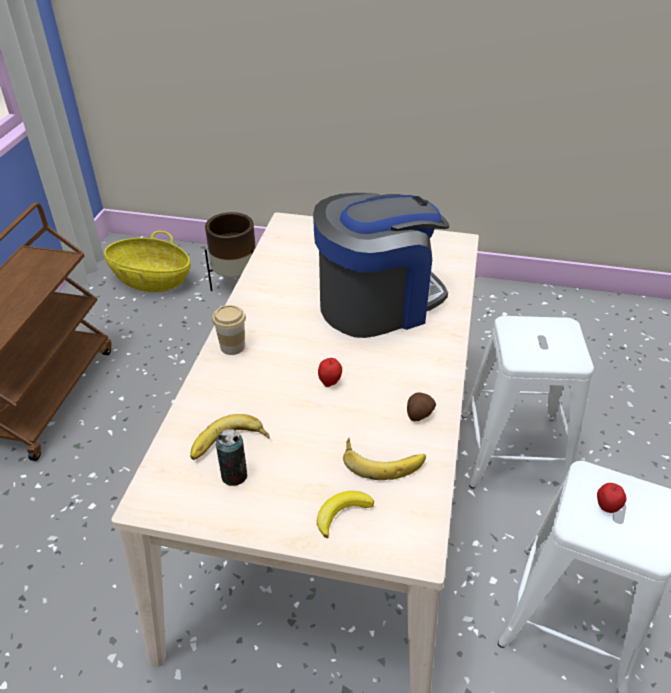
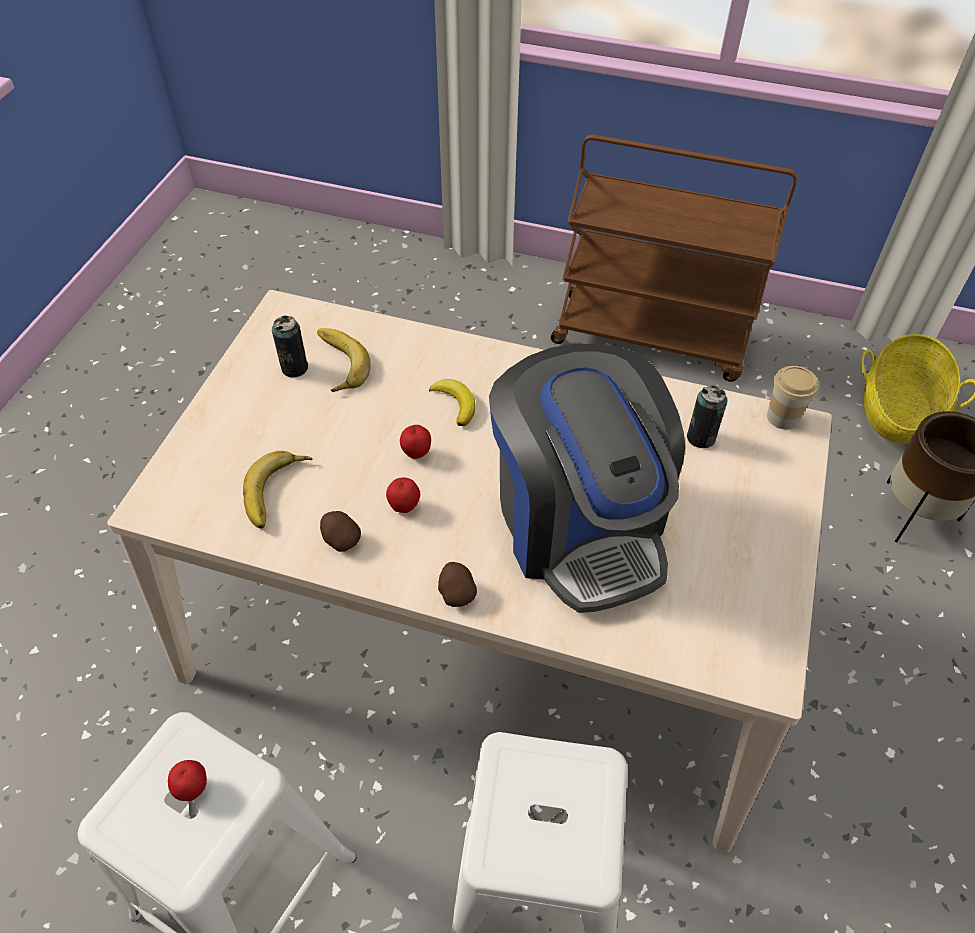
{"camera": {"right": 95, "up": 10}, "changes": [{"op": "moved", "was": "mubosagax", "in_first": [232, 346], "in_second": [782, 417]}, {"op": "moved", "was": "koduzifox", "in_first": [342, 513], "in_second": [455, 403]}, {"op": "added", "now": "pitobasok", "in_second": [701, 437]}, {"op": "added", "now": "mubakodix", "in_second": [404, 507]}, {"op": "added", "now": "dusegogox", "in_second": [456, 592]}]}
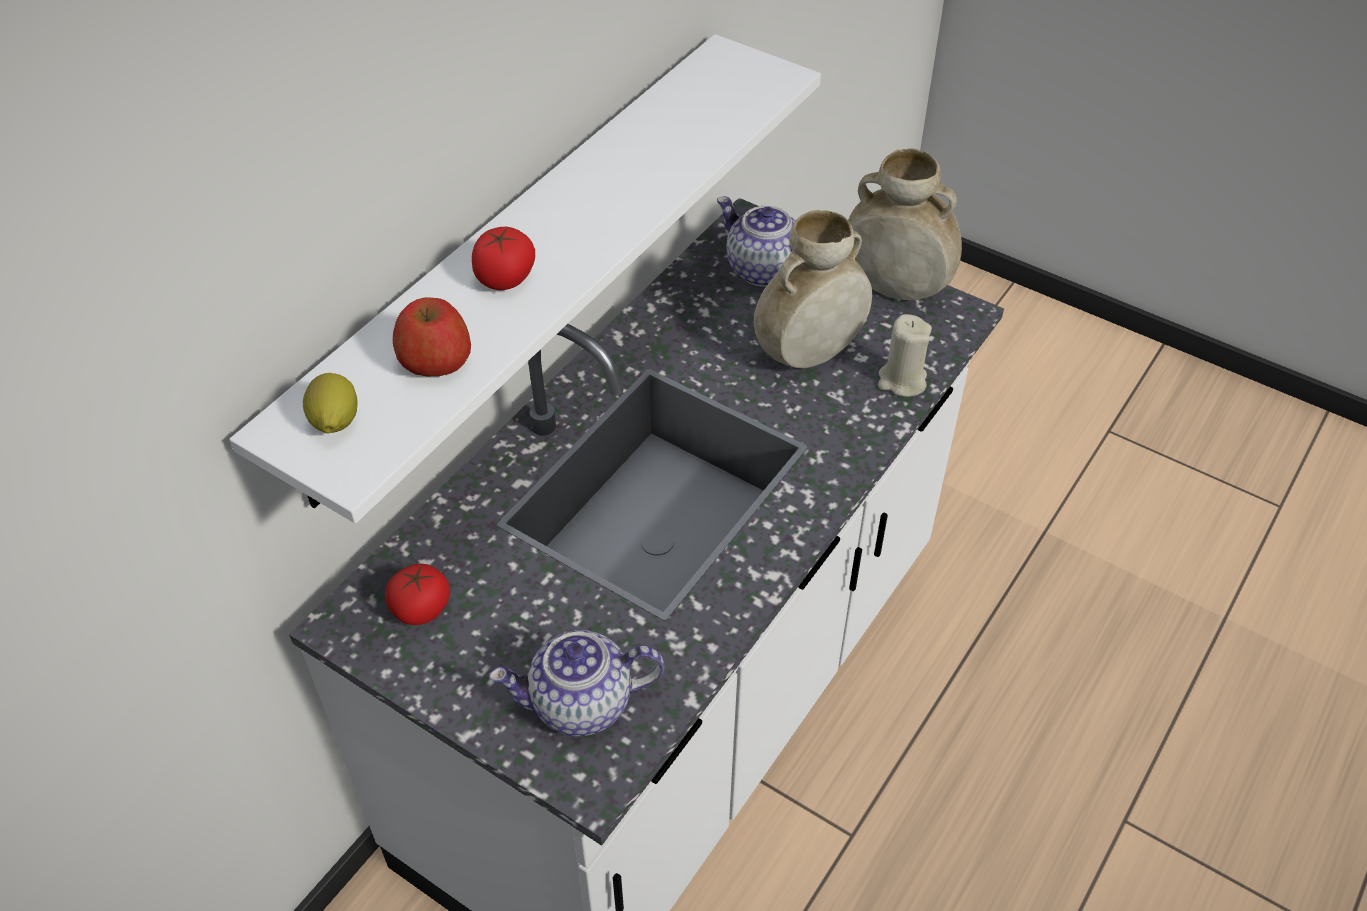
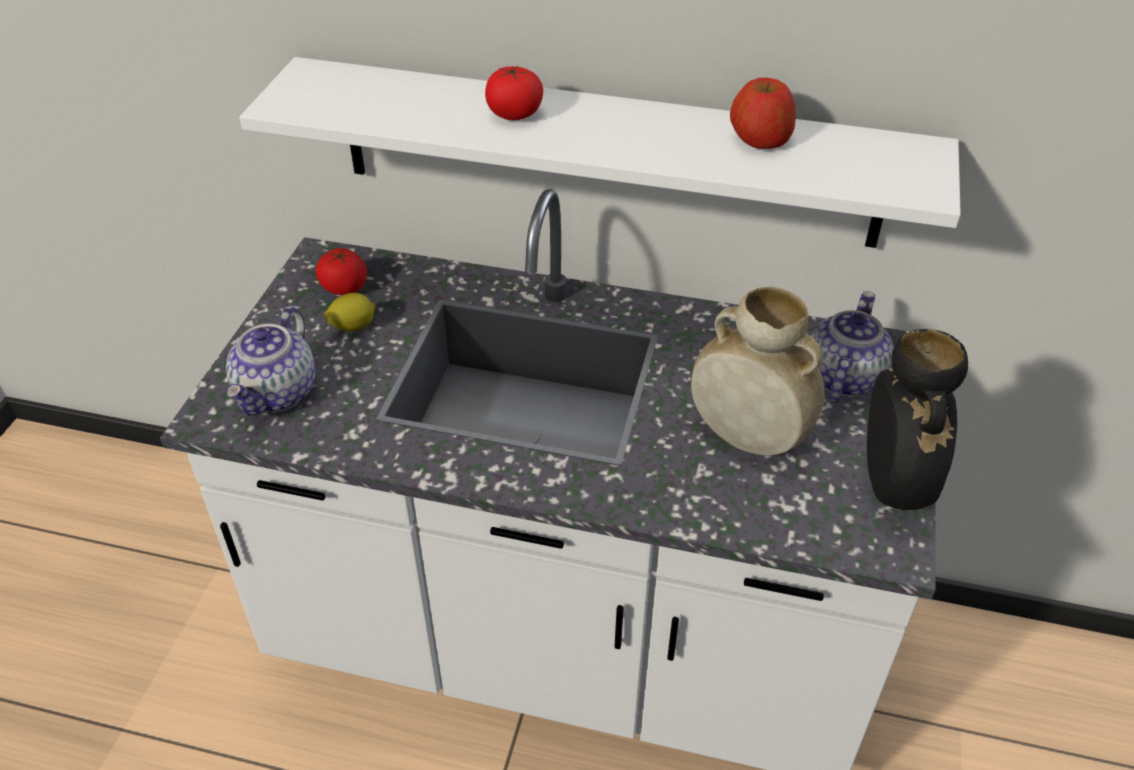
{"camera": {"right": 70, "up": -5}, "changes": [{"op": "recoloured", "was": "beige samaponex", "now": "black samaponex", "in_first": [895, 288], "in_second": [893, 484]}, {"op": "moved", "was": "mubakodix", "in_first": [435, 361], "in_second": [760, 138]}, {"op": "removed", "was": "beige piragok", "in_first": [902, 381]}, {"op": "moved", "was": "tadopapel", "in_first": [334, 422], "in_second": [352, 327]}, {"op": "turned", "was": "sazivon", "in_first": [580, 705], "in_second": [278, 393], "clockwise": -135}]}
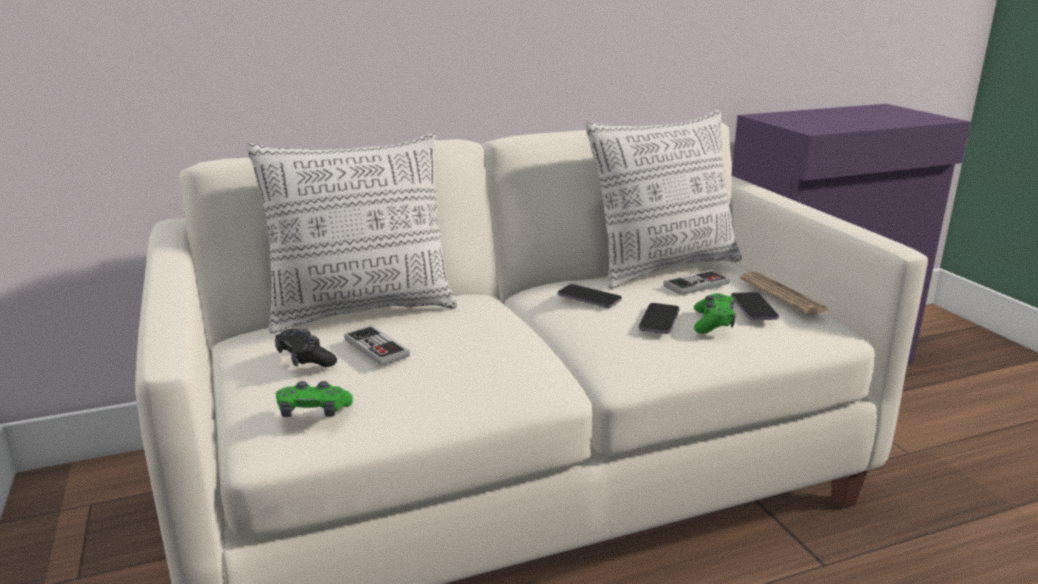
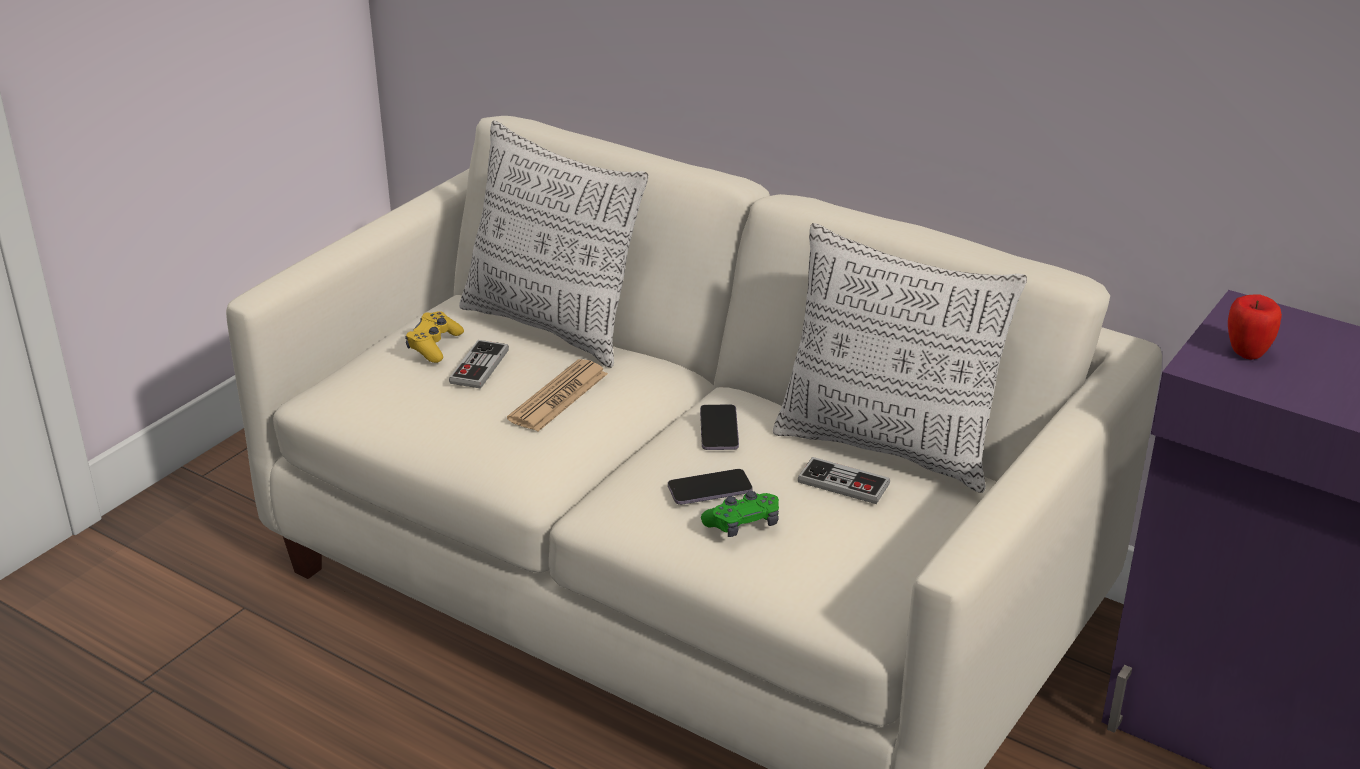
{"camera": {"right": 55, "up": 10}, "changes": [{"op": "moved", "was": "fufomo", "in_first": [782, 294], "in_second": [558, 397]}, {"op": "removed", "was": "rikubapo", "in_first": [753, 308]}, {"op": "recoloured", "was": "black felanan", "now": "yellow felanan", "in_first": [305, 359], "in_second": [434, 345]}, {"op": "removed", "was": "green felanan", "in_first": [313, 411]}, {"op": "added", "now": "mubakodix", "in_second": [1246, 353]}]}
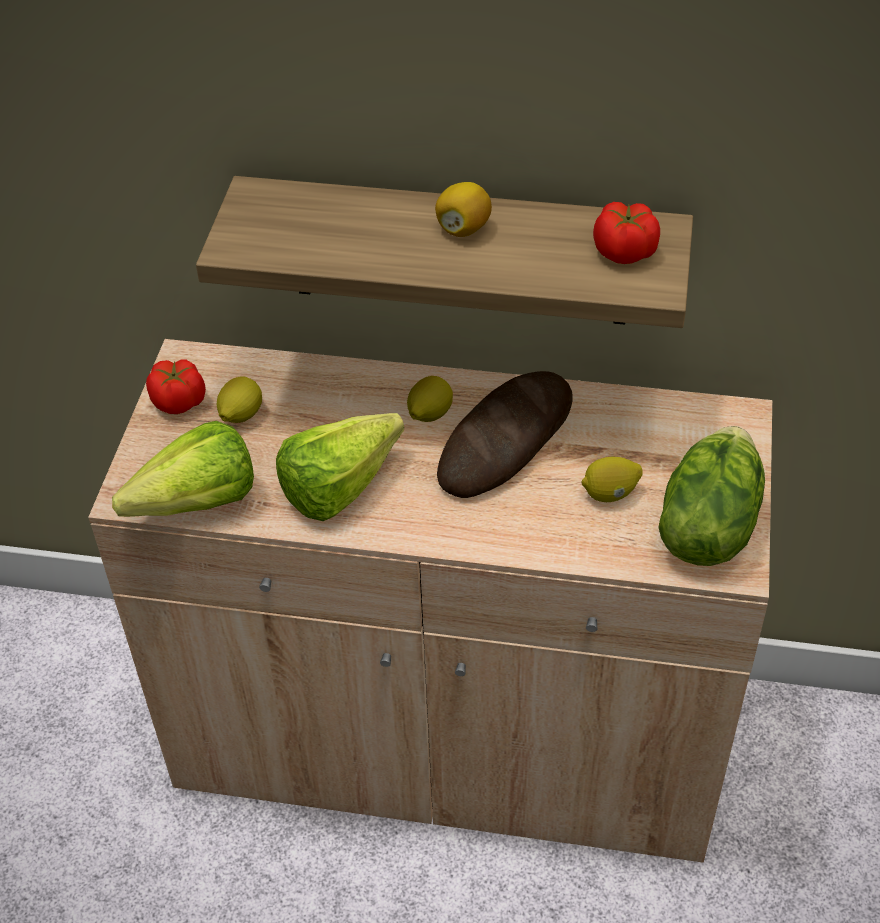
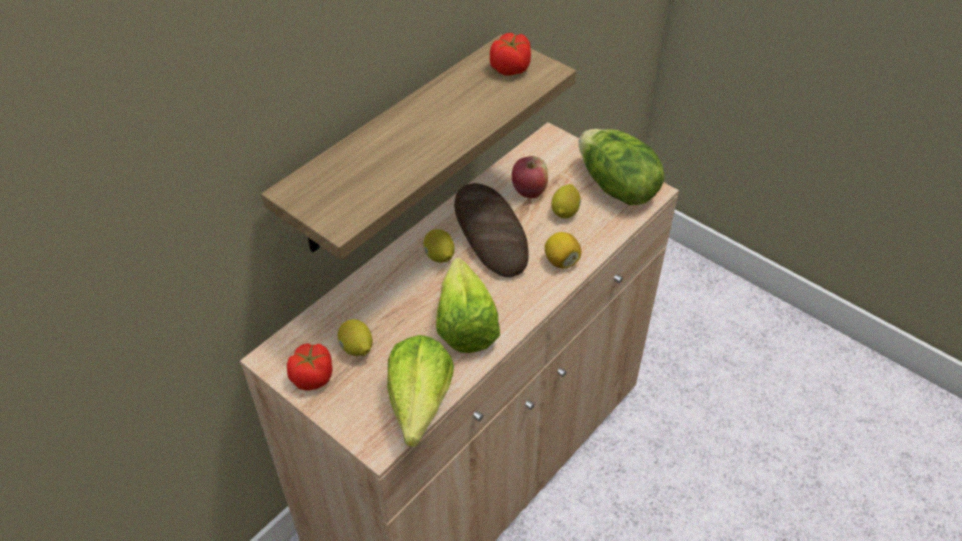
{"camera": {"right": -60, "up": 0}, "changes": [{"op": "moved", "was": "tadopapel", "in_first": [463, 228], "in_second": [561, 261]}, {"op": "added", "now": "mubakodix", "in_second": [529, 191]}]}
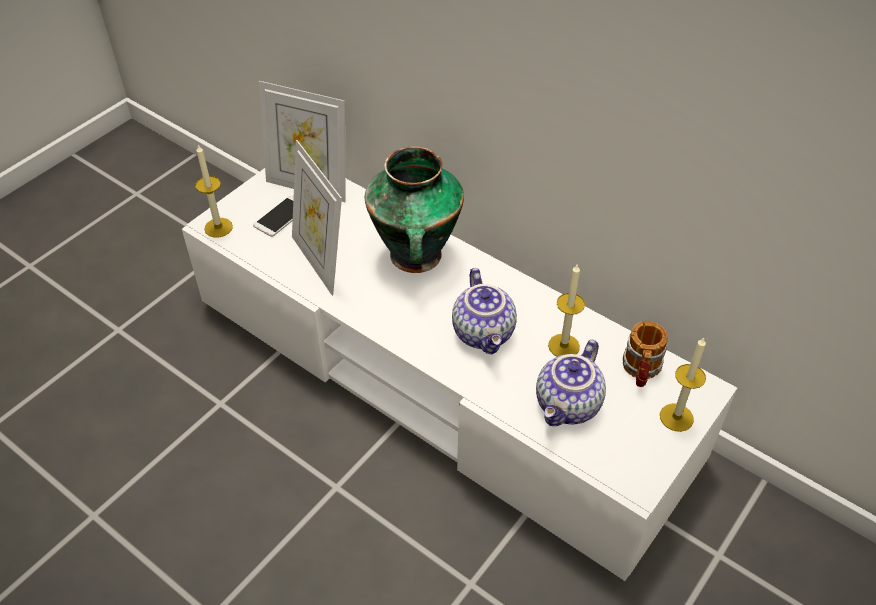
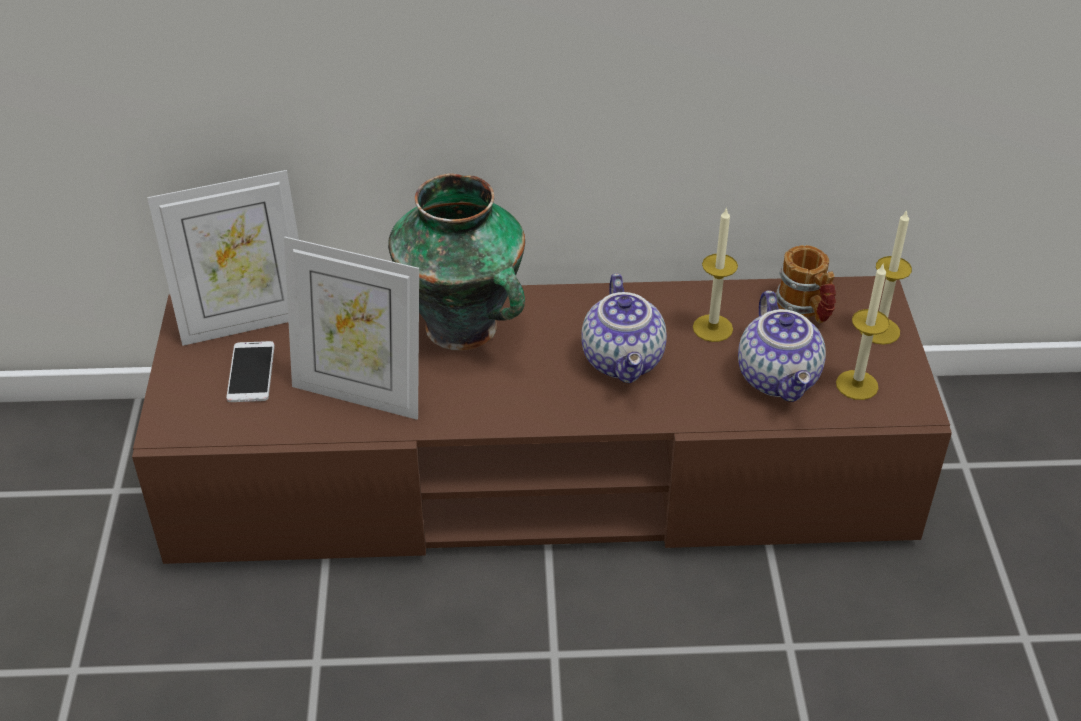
{"camera": {"right": -40, "up": -5}, "changes": [{"op": "moved", "was": "piragok", "in_first": [218, 227], "in_second": [857, 385]}, {"op": "recoloured", "was": "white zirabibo", "now": "brown zirabibo", "in_first": [438, 377], "in_second": [540, 474]}, {"op": "turned", "was": "sazivon", "in_first": [485, 333], "in_second": [624, 361], "clockwise": 45}]}
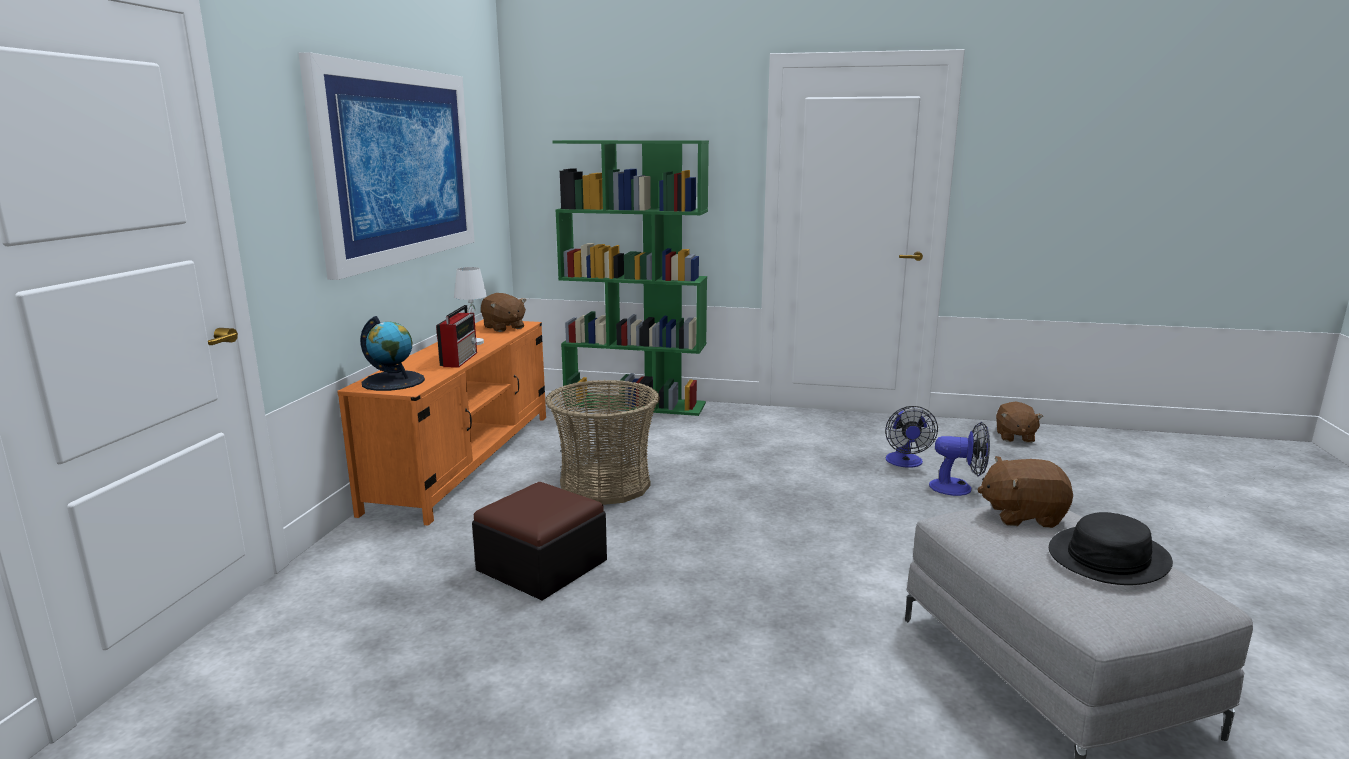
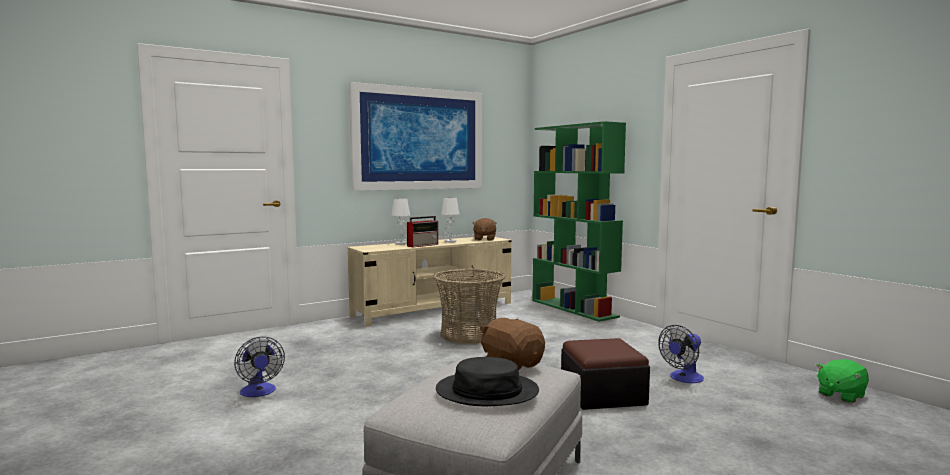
{"camera": {"right": 45, "up": -10}, "changes": [{"op": "removed", "was": "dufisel", "in_first": [393, 381]}, {"op": "recoloured", "was": "orange zirabibo", "now": "beige zirabibo", "in_first": [465, 459], "in_second": [434, 309]}, {"op": "recoloured", "was": "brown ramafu", "now": "green ramafu", "in_first": [1014, 437], "in_second": [840, 395]}, {"op": "moved", "was": "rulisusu", "in_first": [958, 488], "in_second": [259, 392]}, {"op": "moved", "was": "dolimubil", "in_first": [542, 565], "in_second": [602, 394]}, {"op": "added", "now": "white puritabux", "in_second": [401, 244]}]}
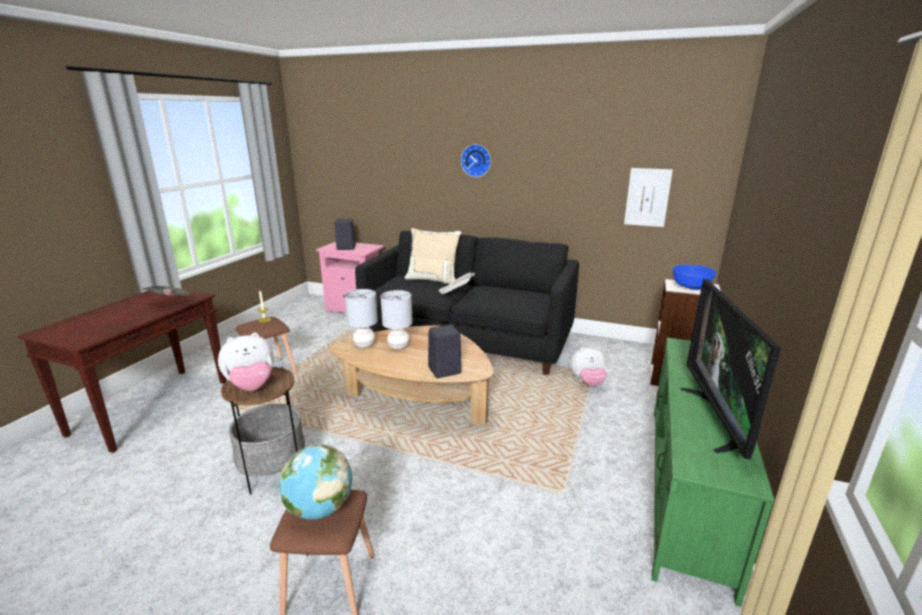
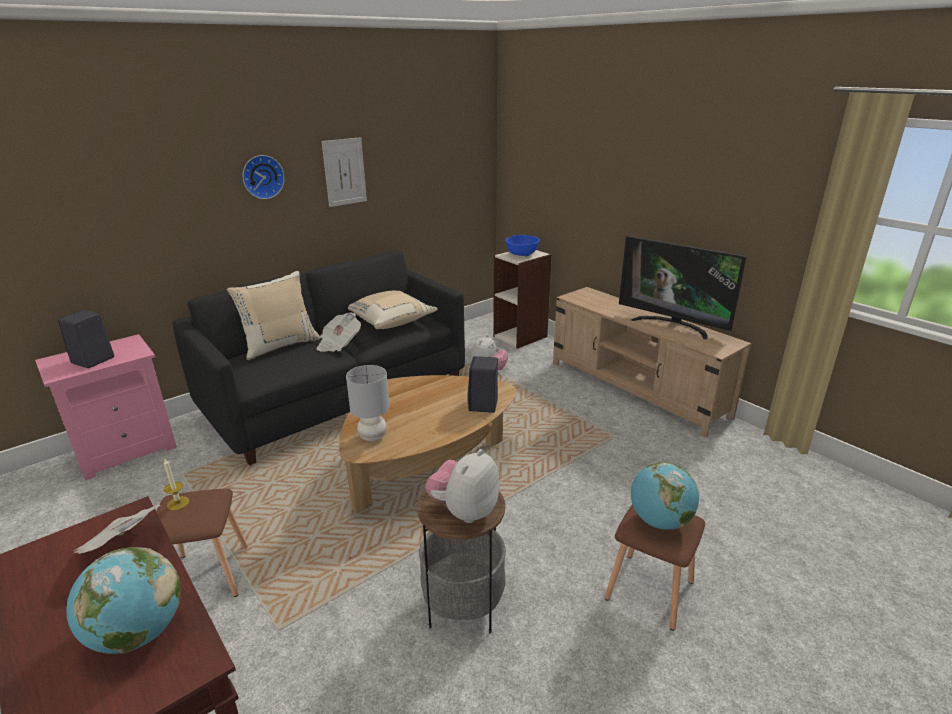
{"camera": {"right": -60, "up": 5}, "changes": [{"op": "moved", "was": "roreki", "in_first": [647, 197], "in_second": [344, 172]}, {"op": "removed", "was": "grey puritabux", "in_first": [398, 346]}, {"op": "turned", "was": "ramafu", "in_first": [251, 386], "in_second": [464, 511], "clockwise": -150}, {"op": "recoloured", "was": "green zirabibo", "now": "beige zirabibo", "in_first": [686, 486], "in_second": [636, 389]}, {"op": "added", "now": "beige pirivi", "in_second": [391, 322]}, {"op": "added", "now": "dufisel", "in_second": [138, 633]}]}
